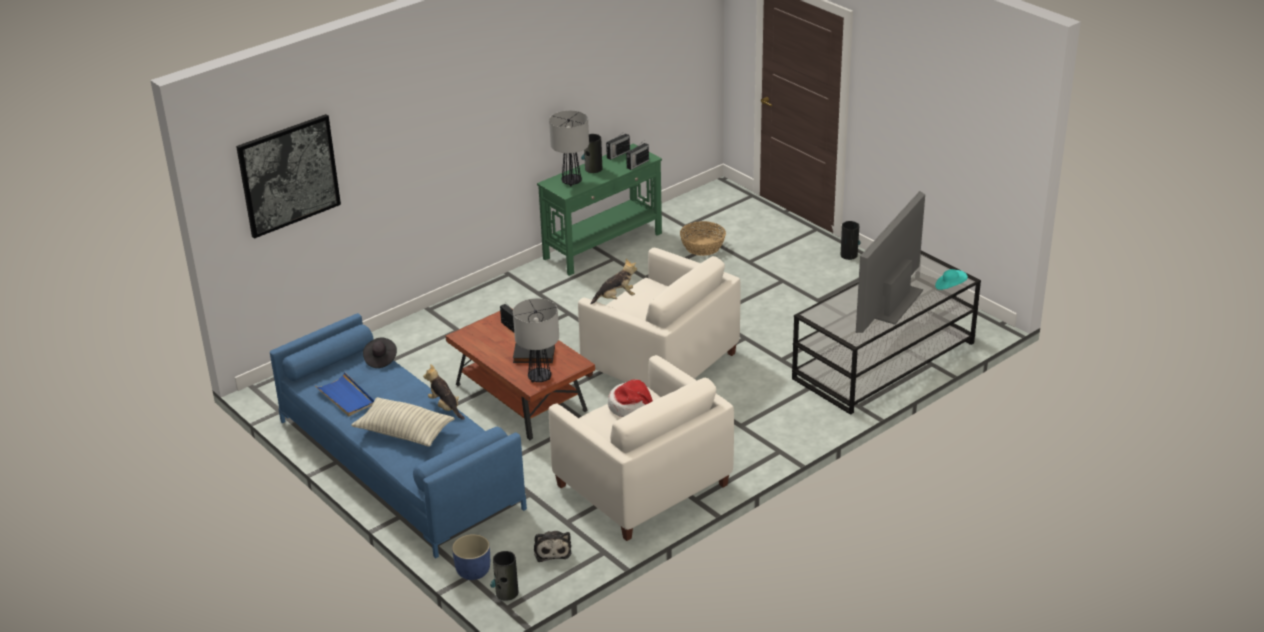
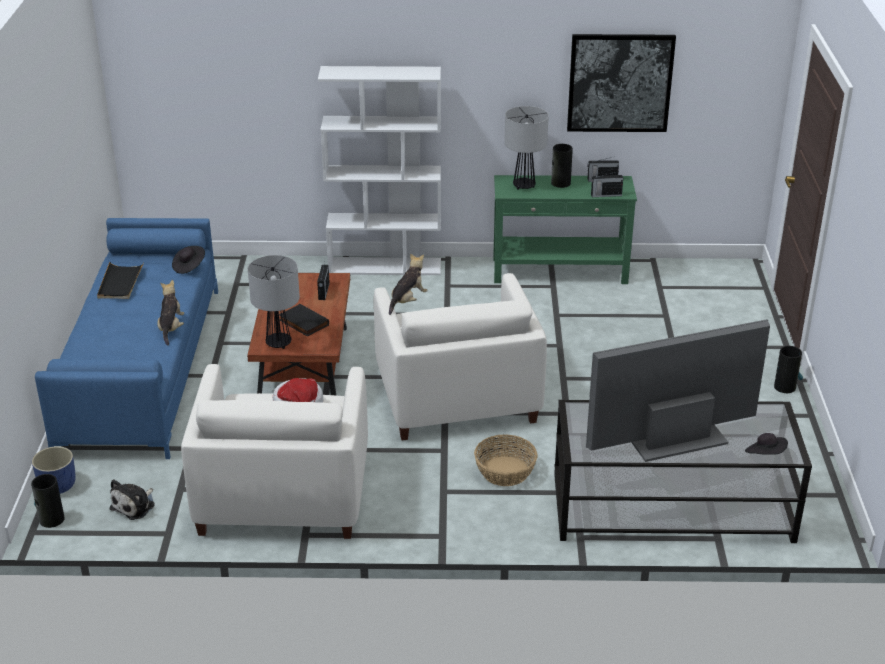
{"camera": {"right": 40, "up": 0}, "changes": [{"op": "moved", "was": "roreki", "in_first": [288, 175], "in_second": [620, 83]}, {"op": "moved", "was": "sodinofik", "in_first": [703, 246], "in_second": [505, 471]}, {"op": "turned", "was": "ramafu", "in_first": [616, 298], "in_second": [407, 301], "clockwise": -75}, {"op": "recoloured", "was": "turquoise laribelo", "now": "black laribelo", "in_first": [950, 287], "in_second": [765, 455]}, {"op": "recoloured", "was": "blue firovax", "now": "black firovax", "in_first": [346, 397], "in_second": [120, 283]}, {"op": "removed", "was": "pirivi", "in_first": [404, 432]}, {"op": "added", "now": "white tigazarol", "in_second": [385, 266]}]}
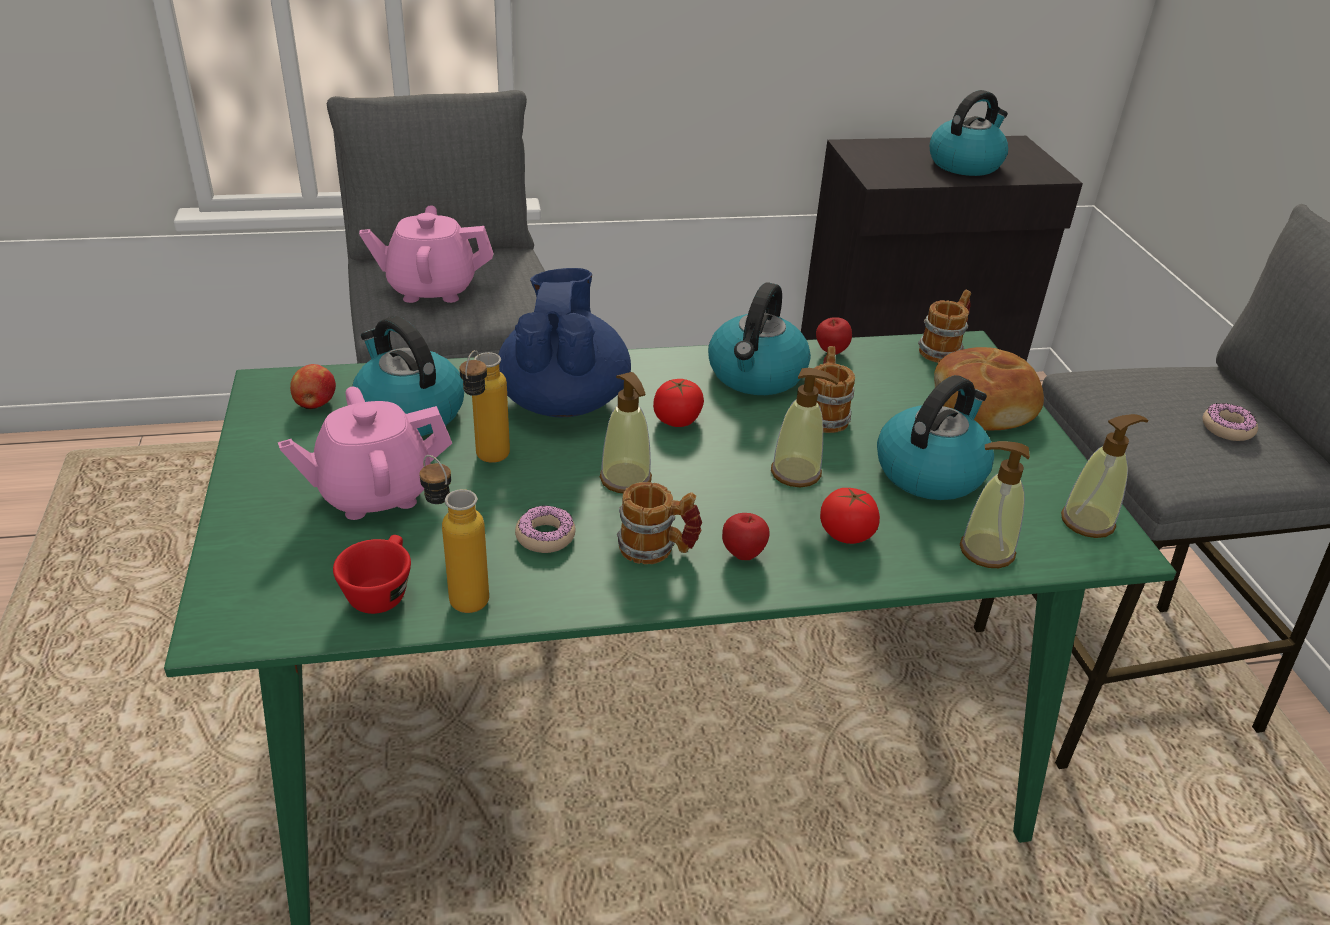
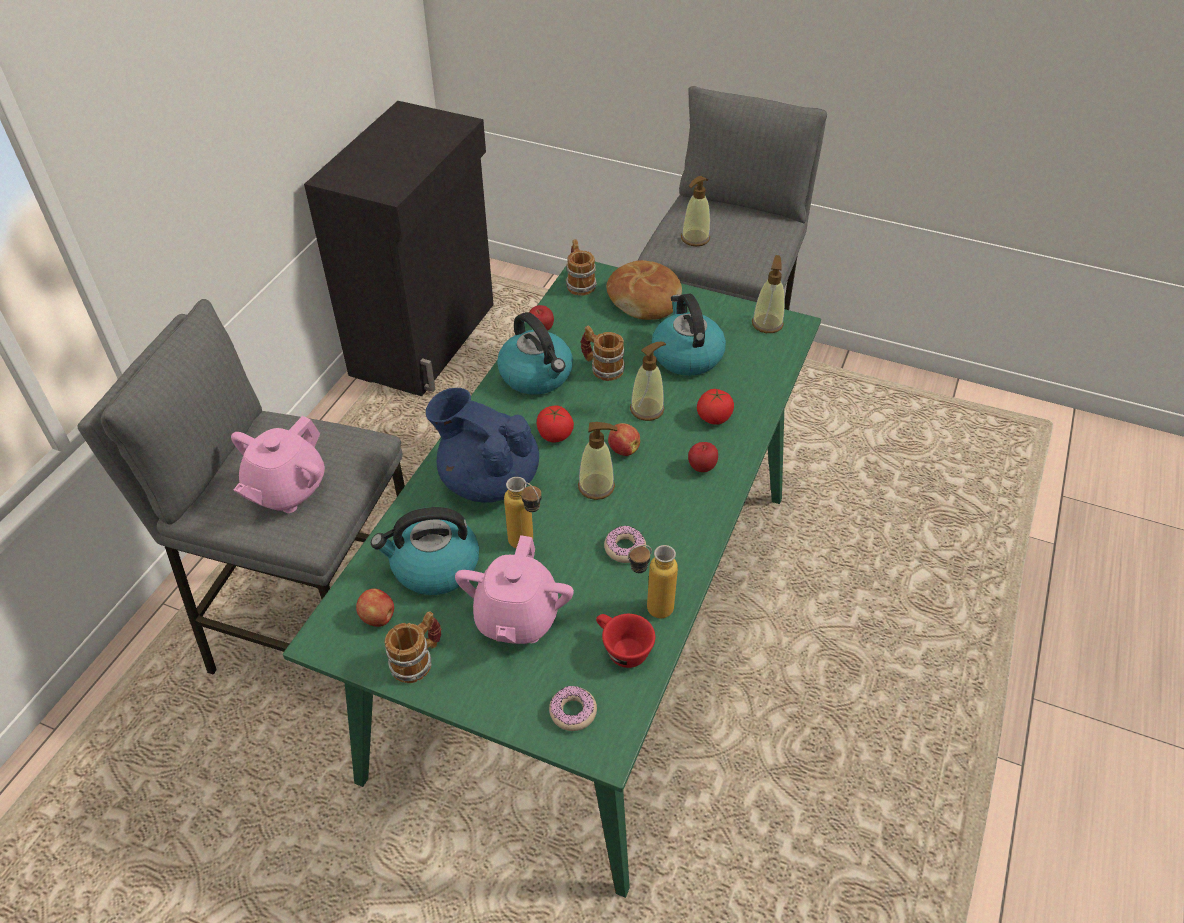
{"camera": {"right": -55, "up": 10}, "changes": [{"op": "removed", "was": "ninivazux", "in_first": [965, 163]}, {"op": "moved", "was": "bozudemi", "in_first": [1227, 428], "in_second": [573, 712]}, {"op": "moved", "was": "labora", "in_first": [986, 551], "in_second": [695, 238]}, {"op": "moved", "was": "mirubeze", "in_first": [657, 549], "in_second": [418, 660]}, {"op": "added", "now": "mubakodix", "in_second": [623, 449]}]}
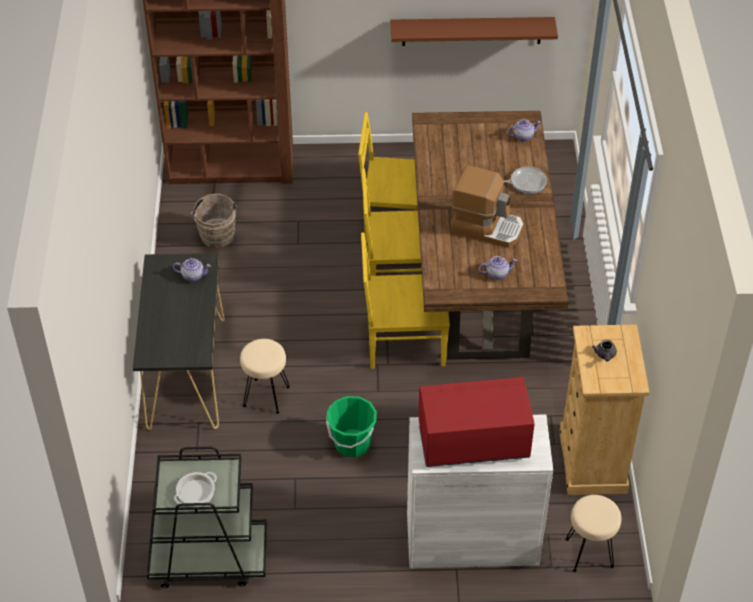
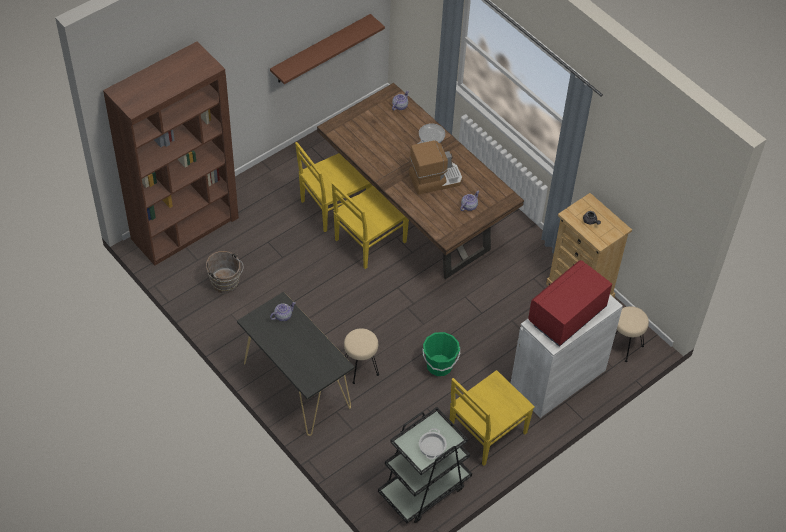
{"camera": {"right": -40, "up": 5}, "changes": [{"op": "moved", "was": "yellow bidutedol", "in_first": [403, 342], "in_second": [486, 433]}]}
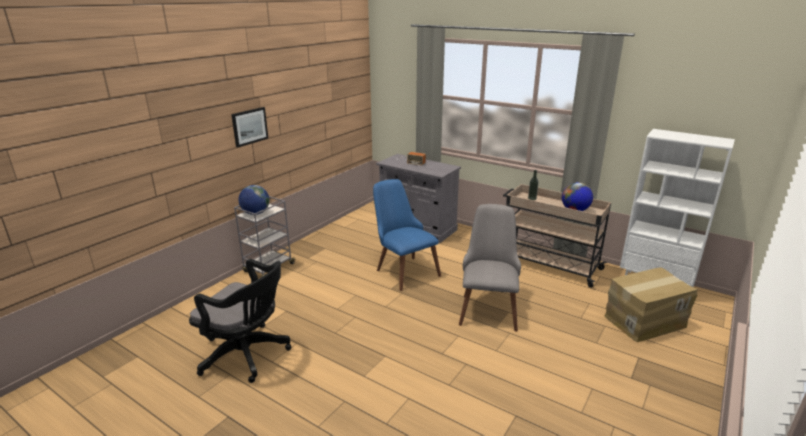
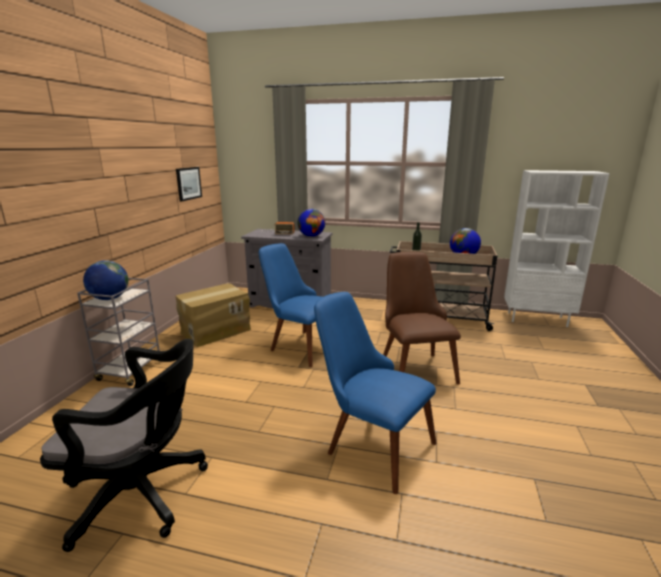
{"camera": {"right": -20, "up": -5}, "changes": [{"op": "moved", "was": "roreki", "in_first": [249, 126], "in_second": [188, 183]}, {"op": "recoloured", "was": "grey bidutedol", "now": "brown bidutedol", "in_first": [488, 307], "in_second": [413, 365]}, {"op": "moved", "was": "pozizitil", "in_first": [644, 321], "in_second": [215, 331]}, {"op": "added", "now": "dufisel", "in_second": [311, 236]}, {"op": "added", "now": "blue bidutedol", "in_second": [370, 442]}]}
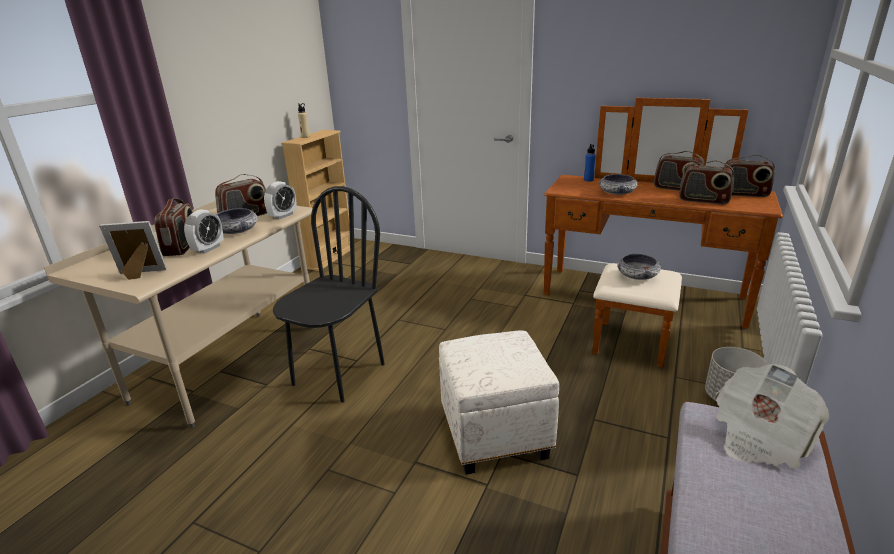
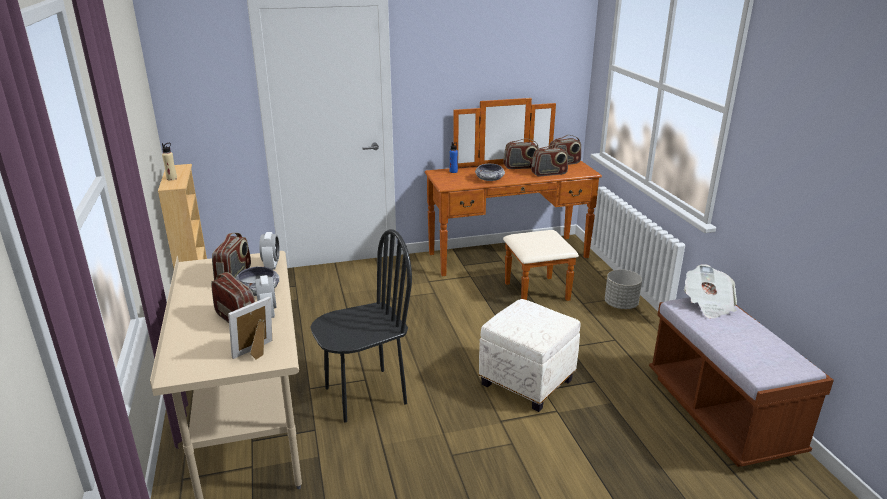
{"camera": {"right": -40, "up": 0}, "changes": [{"op": "turned", "was": "black bidutedol", "in_first": [338, 374], "in_second": [365, 395], "clockwise": 75}, {"op": "removed", "was": "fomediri", "in_first": [637, 276]}]}
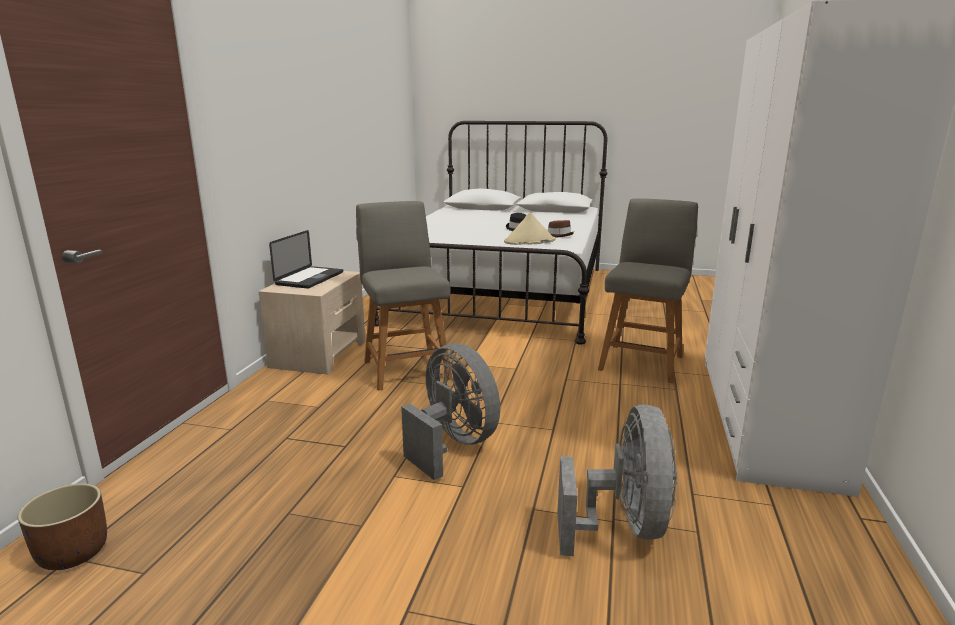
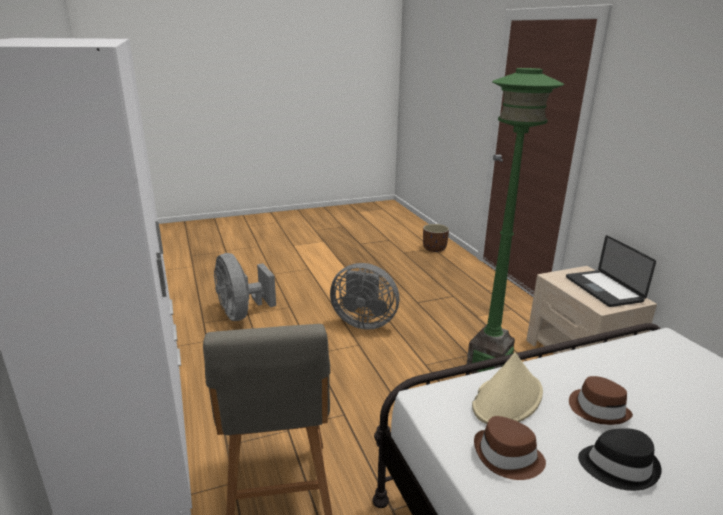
{"camera": {"right": 145, "up": 5}, "changes": [{"op": "replaced", "was": "grey bidutedol", "now": "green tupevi", "in_first": [406, 368], "in_second": [488, 369]}, {"op": "added", "now": "brown laribelo", "in_second": [598, 409]}]}
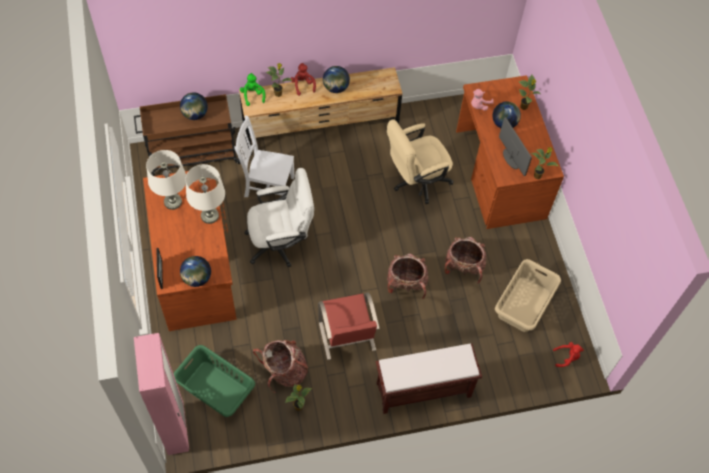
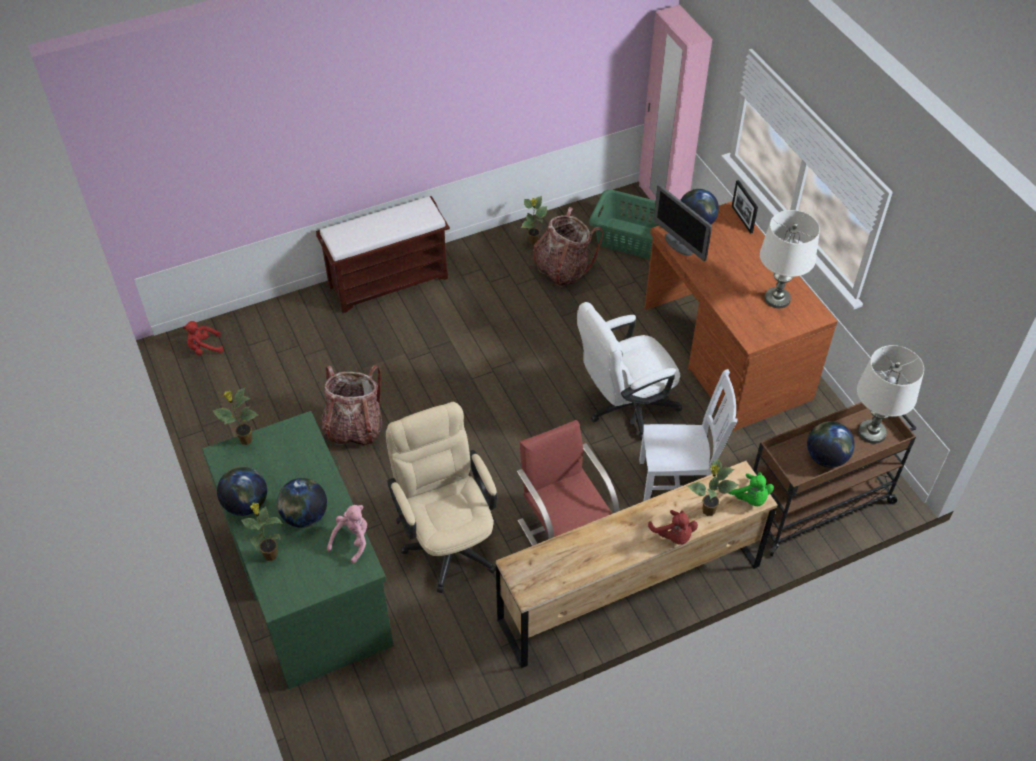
{"camera": {"right": 170, "up": -10}, "changes": [{"op": "moved", "was": "dufisel", "in_first": [336, 88], "in_second": [246, 504]}, {"op": "recoloured", "was": "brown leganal", "now": "green leganal", "in_first": [499, 174], "in_second": [309, 581]}, {"op": "moved", "was": "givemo", "in_first": [510, 159], "in_second": [679, 244]}, {"op": "turned", "was": "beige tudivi", "in_first": [416, 181], "in_second": [447, 539], "clockwise": -75}, {"op": "moved", "was": "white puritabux", "in_first": [209, 216], "in_second": [872, 432]}, {"op": "removed", "was": "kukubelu", "in_first": [406, 284]}, {"op": "removed", "was": "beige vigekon", "in_first": [523, 304]}, {"op": "moved", "was": "red bidutedol", "in_first": [347, 337], "in_second": [565, 529]}]}
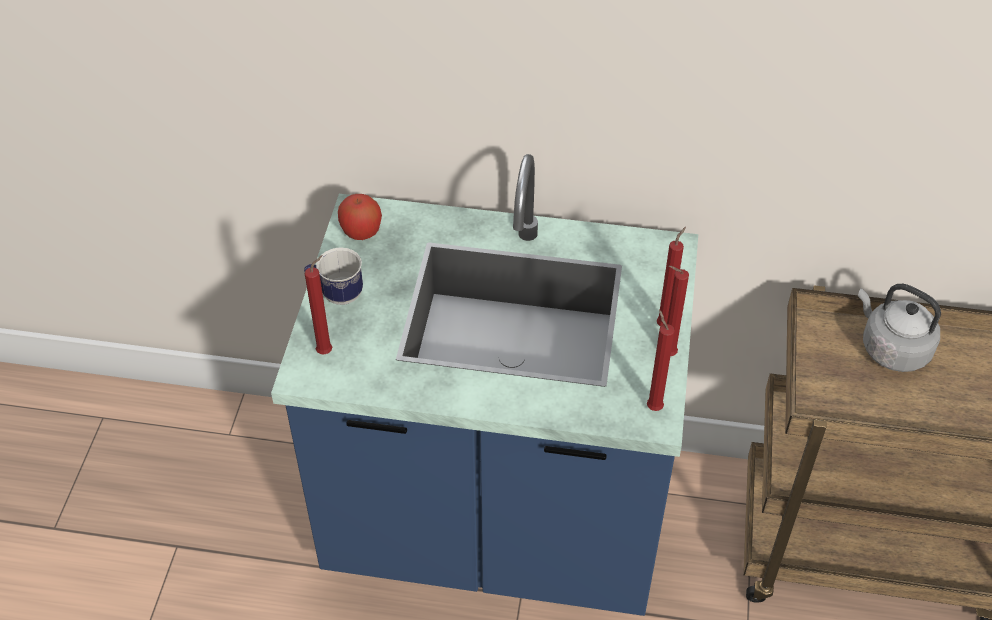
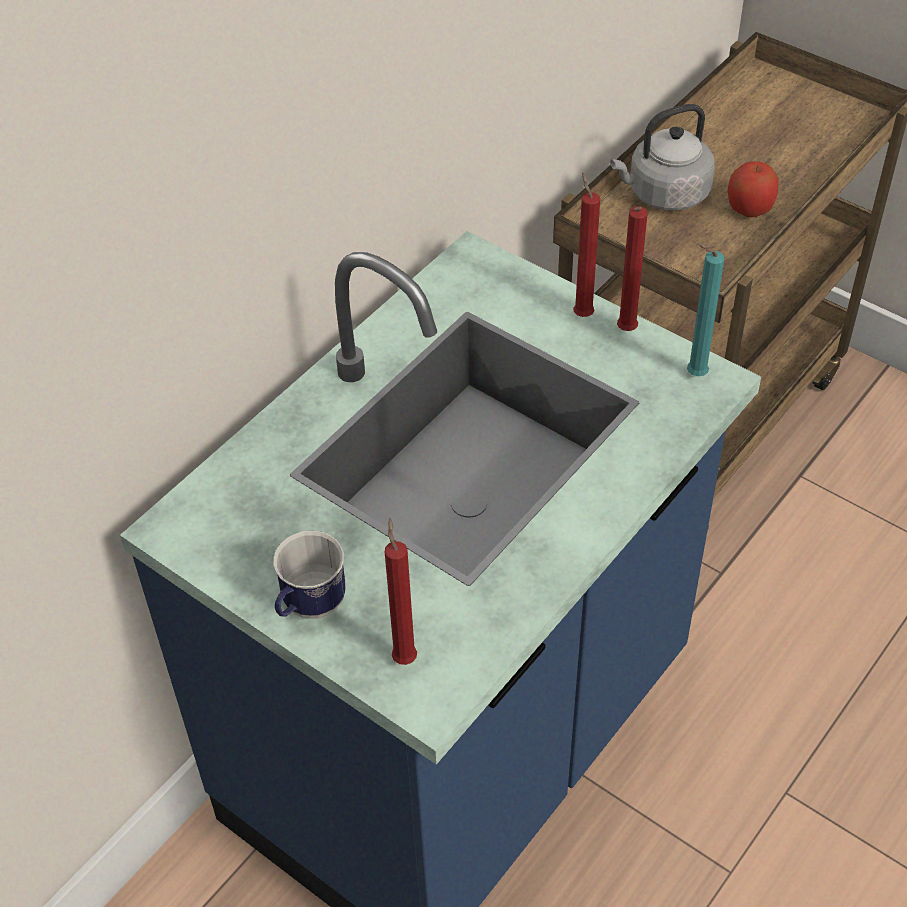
{"camera": {"right": -60, "up": 0}, "changes": [{"op": "moved", "was": "mubakodix", "in_first": [361, 232], "in_second": [749, 209]}, {"op": "recoloured", "was": "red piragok", "now": "turquoise piragok", "in_first": [653, 406], "in_second": [693, 375]}]}
